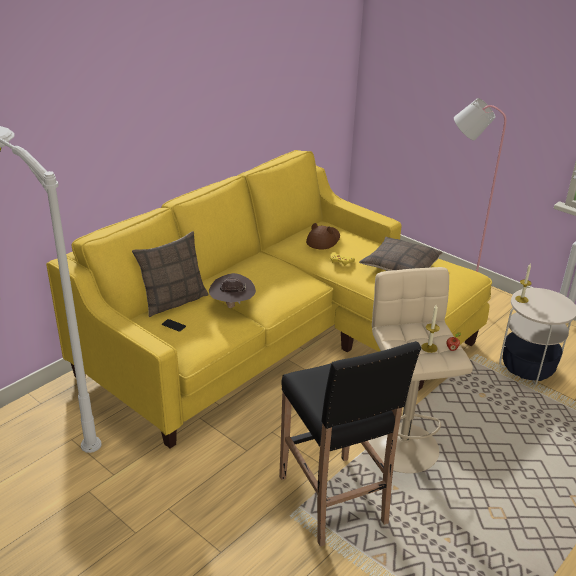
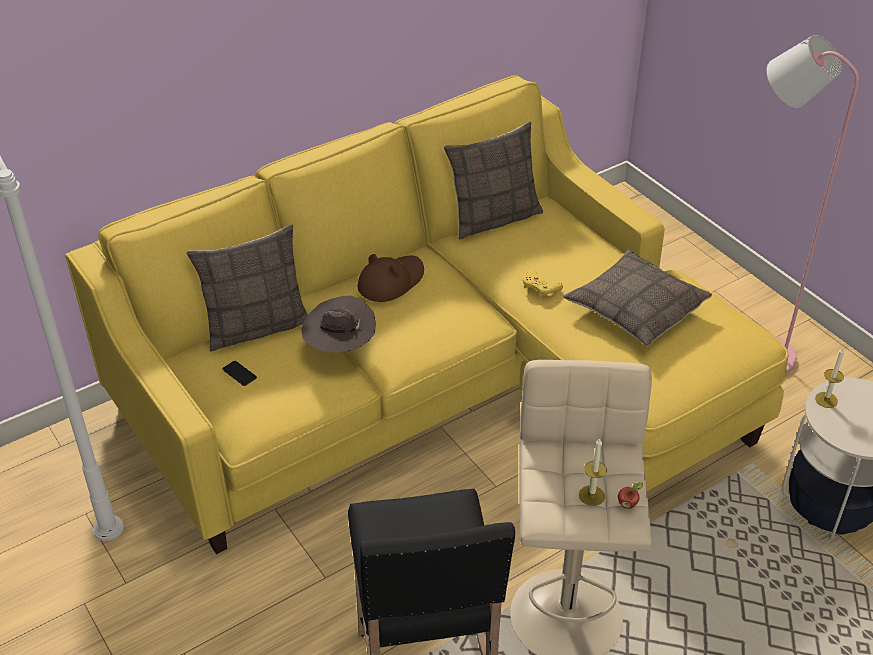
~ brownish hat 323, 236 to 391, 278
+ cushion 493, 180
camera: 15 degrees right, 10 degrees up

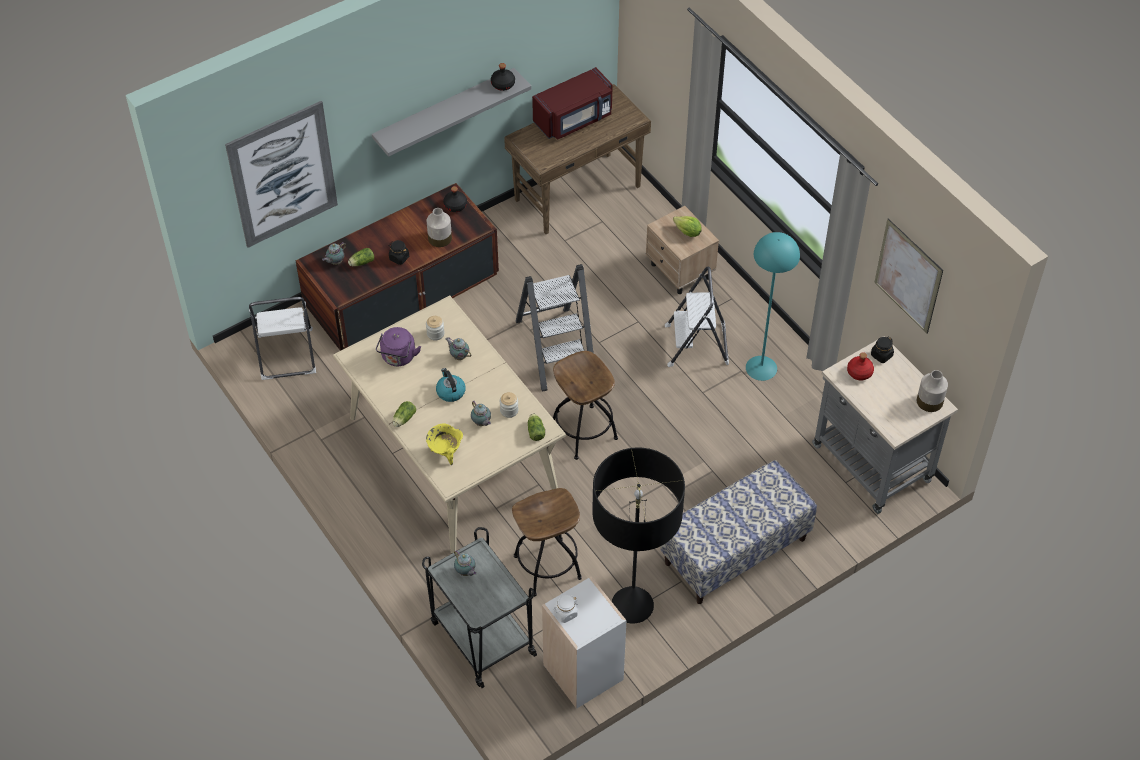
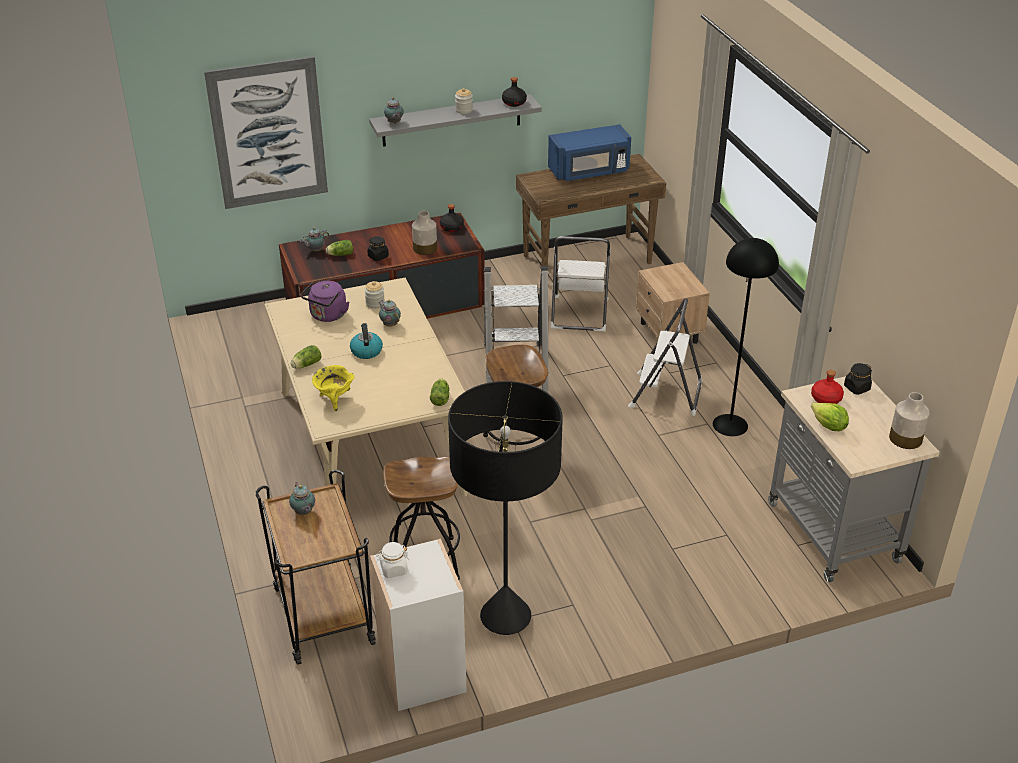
~ white stepladder 282, 338 to 581, 284
~ grey cart 479, 607 to brownish cart 316, 567
~ pot for tea 481, 413 to 394, 110
~ storage jar 509, 405 to 464, 101
~ red-coloured microwave 572, 103 to blue microwave 589, 152
- bench 738, 532
~ lettuce 687, 226 to 830, 416
~ turquoise-coloured standing lamp 773, 306 to blackish standing lamp 746, 337
- wall picture 908, 276
camera: 15 degrees right, 15 degrees down

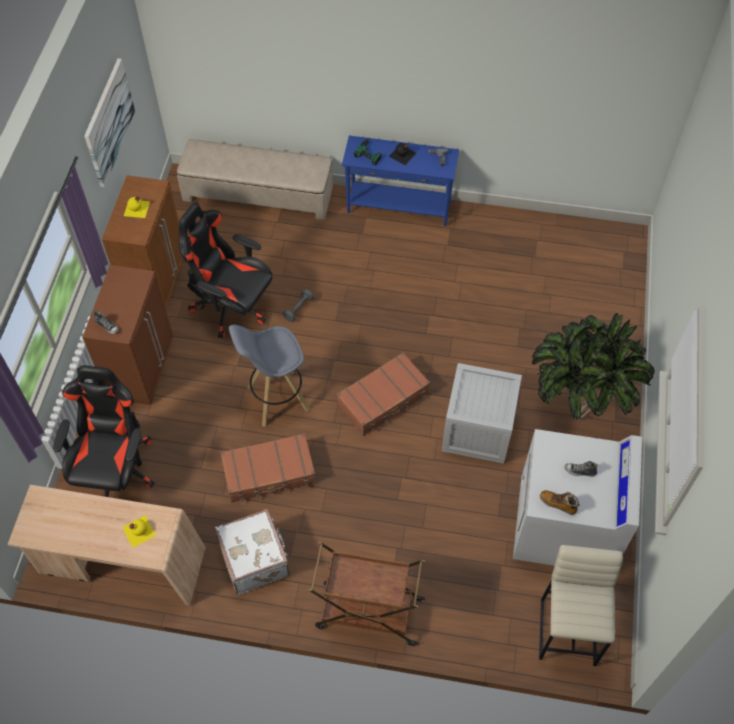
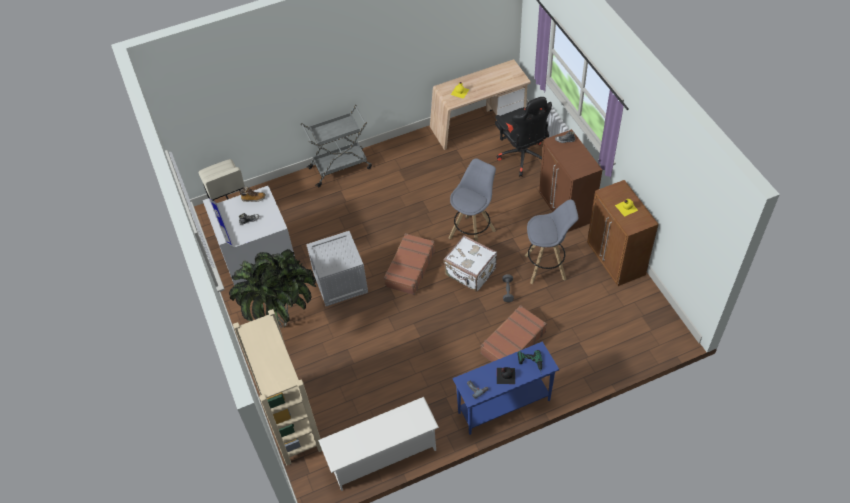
- wall picture 109, 122
- beige-coloured bench 255, 179
~ blackish computer chair 226, 270 to grey stool seat 551, 242
~ white suitcase 252, 552 to 470, 263
~ brownish suitcase 268, 468 to 513, 333
~ brownish cart 366, 594 to grey cart 336, 146
+ beige-coloured shelving unit 277, 387
+ white shoe rack 378, 444
camera: 150 degrees right, 5 degrees down

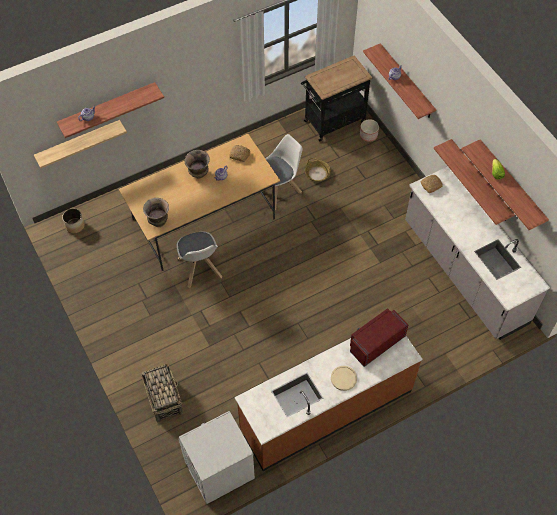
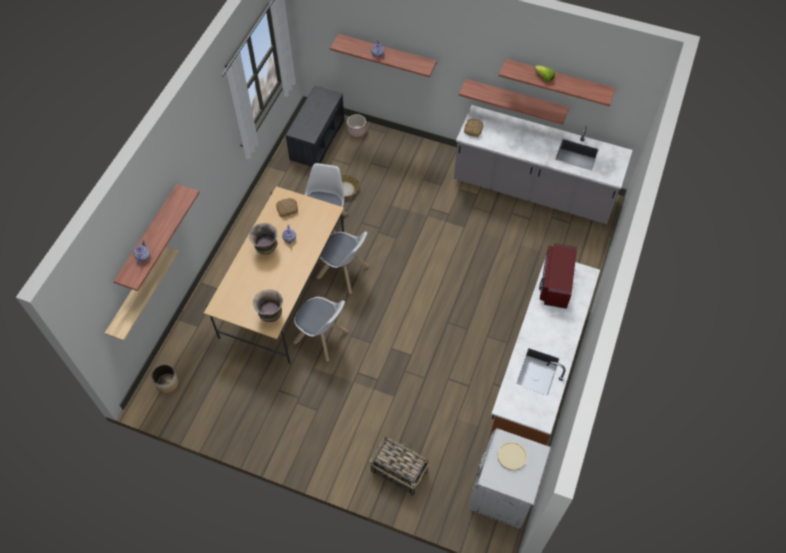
~ blackish cart 336, 98 to grey bench 315, 126
~ beige-coloured dinner plate 344, 378 to 512, 456
+ upright chair 343, 262
camera: 40 degrees left, 0 degrees up

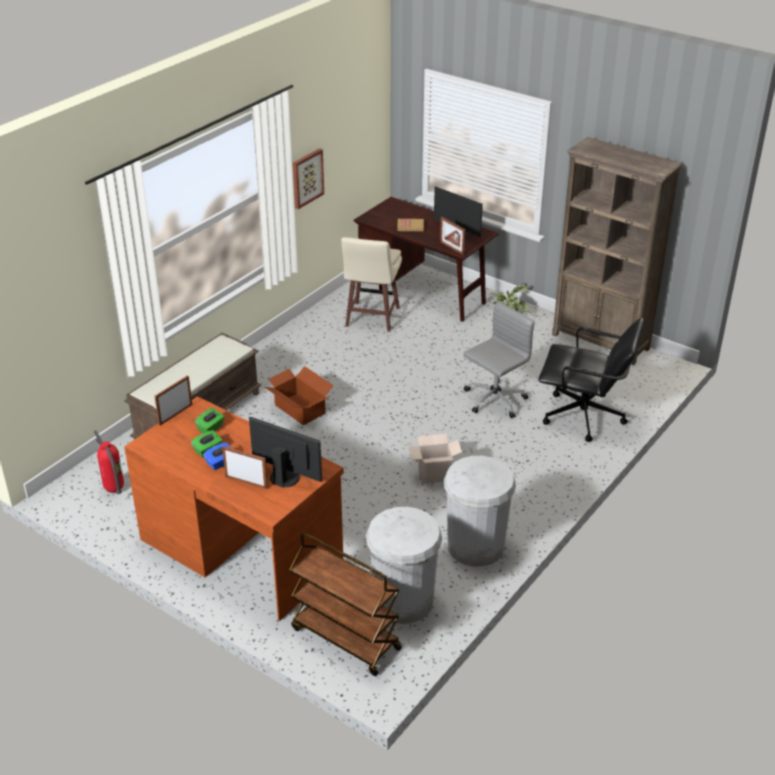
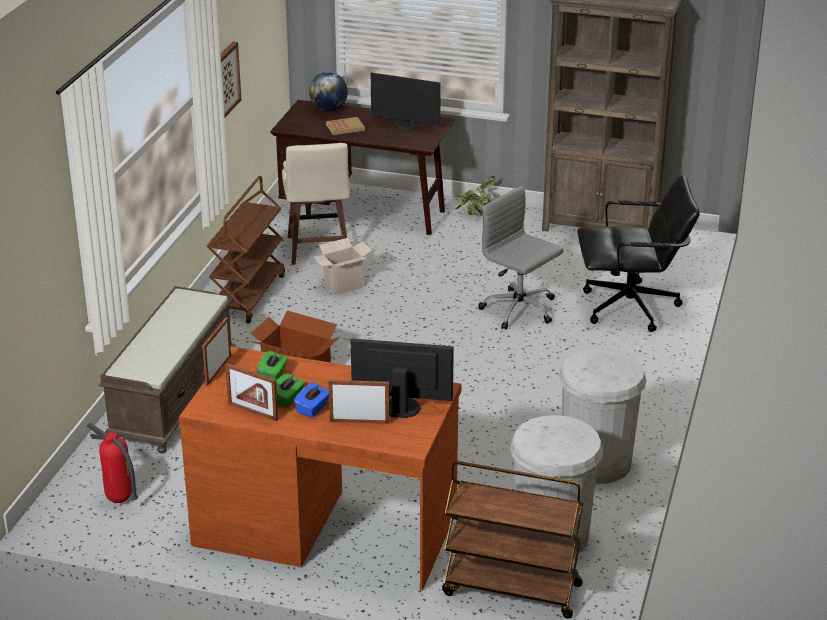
~ cardboard box 435, 459 to 342, 266
~ photo frame 452, 236 to 251, 392
~ grey computer chair 499, 359 = 521, 258 75 degrees counterclockwise
+ brownish cart 246, 249
+ world globe 328, 91
camera: 20 degrees left, 5 degrees down

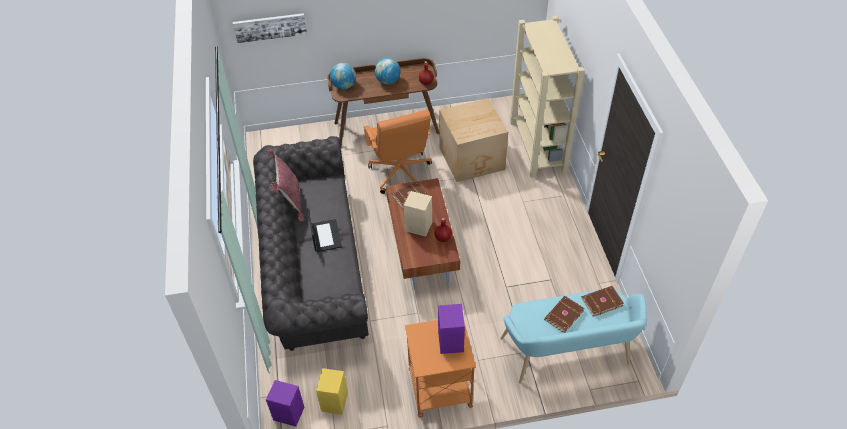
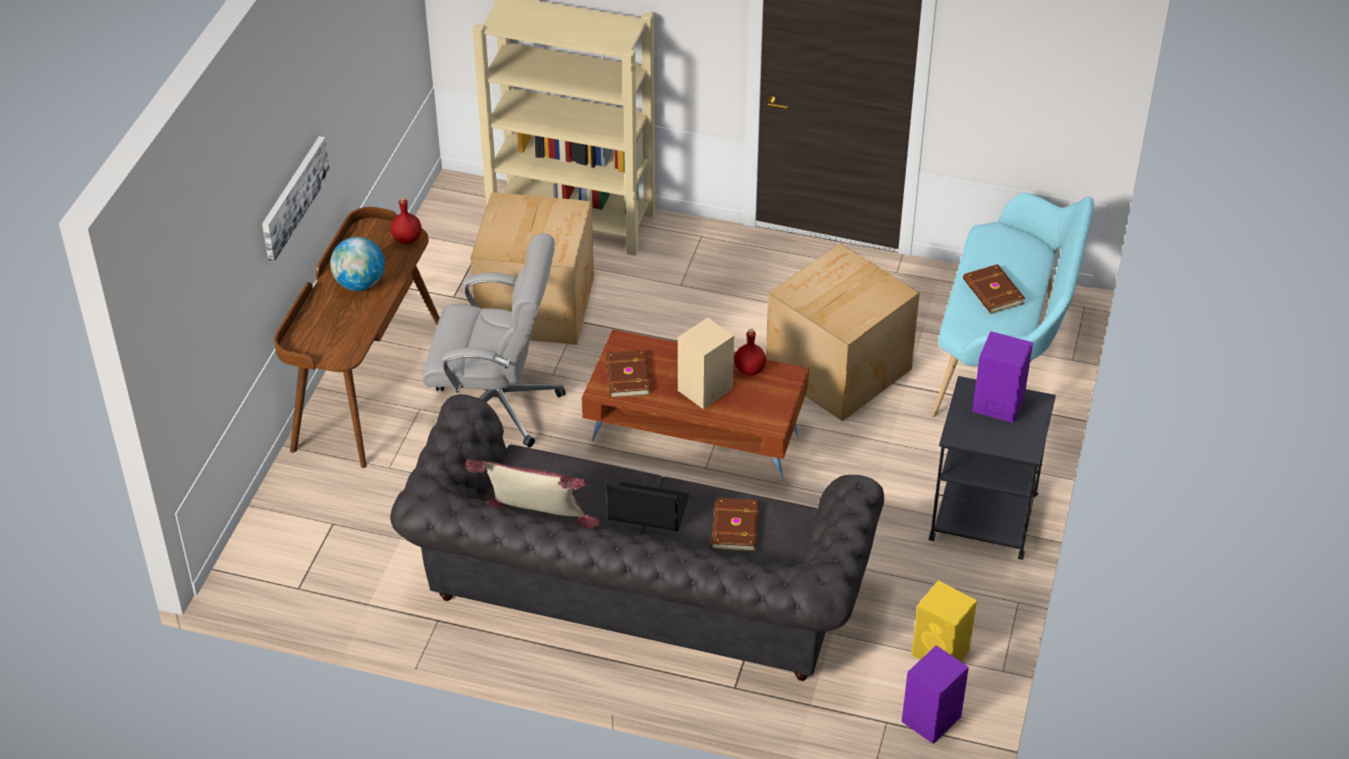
~ wall picture 270, 28 to 296, 199
- world globe 343, 76
~ orange computer chair 398, 152 to grey computer chair 494, 340
~ orange cart 440, 369 to blackish cart 992, 468
~ brownish book 602, 301 to 735, 524
+ cardboard box 843, 332
camera: 65 degrees left, 5 degrees down

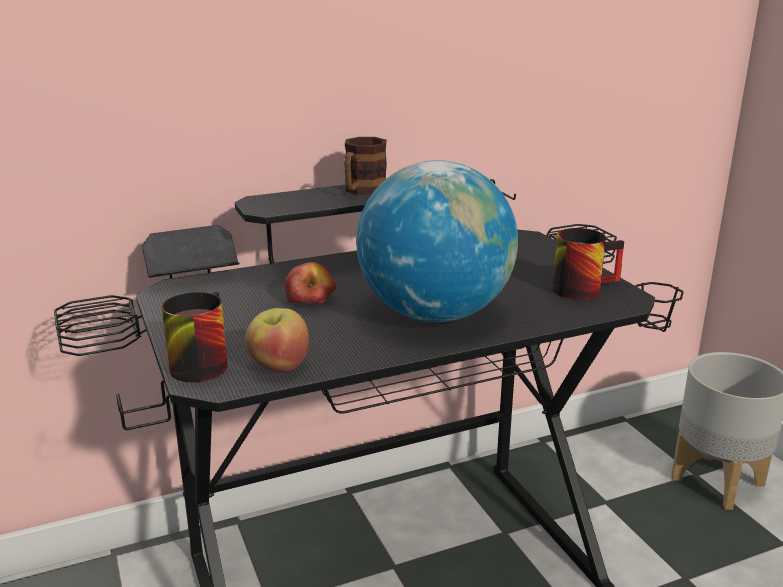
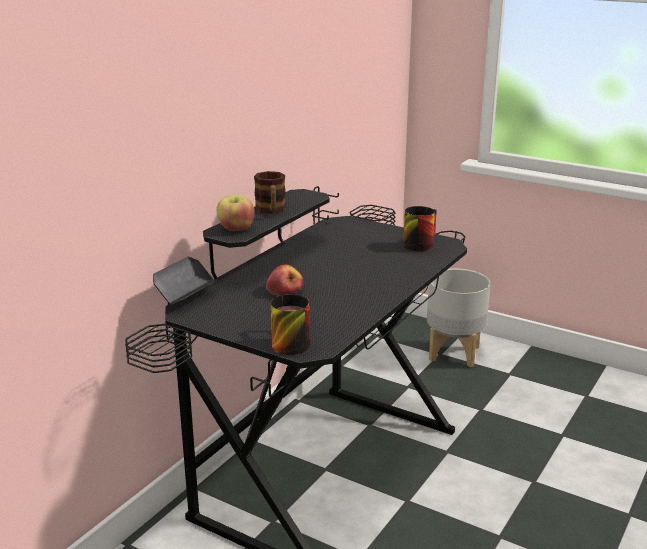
~ apple fruit 277, 340 to 236, 213
- world globe 437, 241
camera: 35 degrees left, 0 degrees up

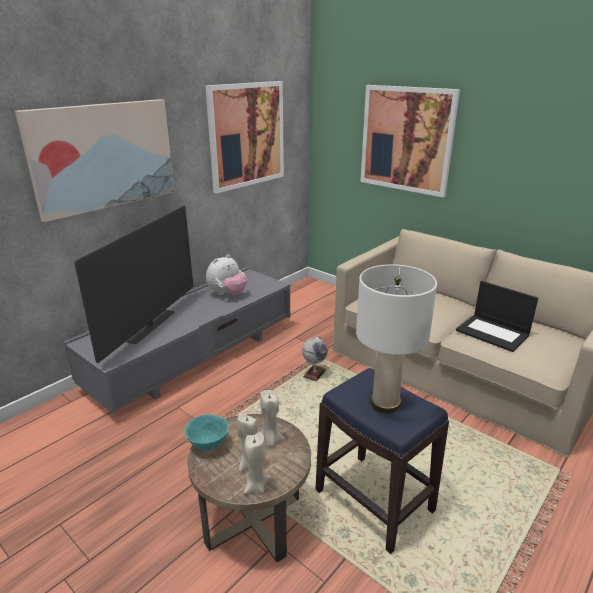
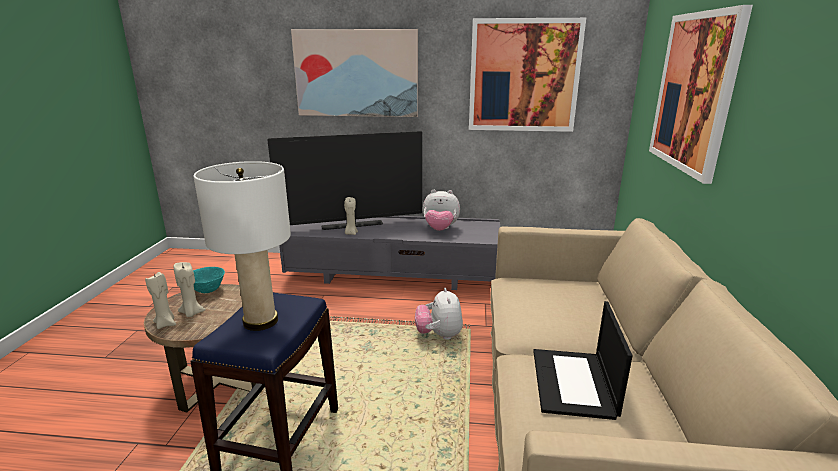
~ beige-coloured wax candle 272, 418 to 351, 216
~ world globe 315, 358 to cuddly toy 439, 314
camera: 55 degrees right, 5 degrees down

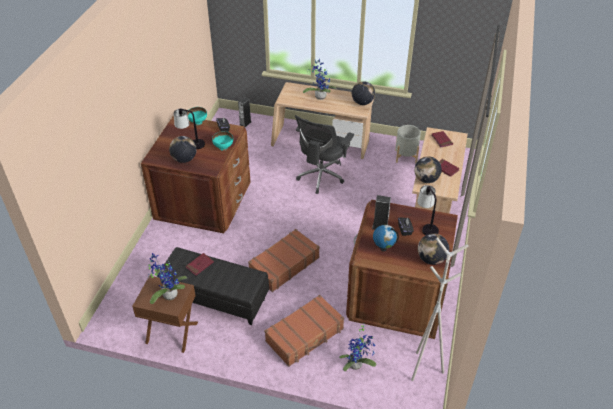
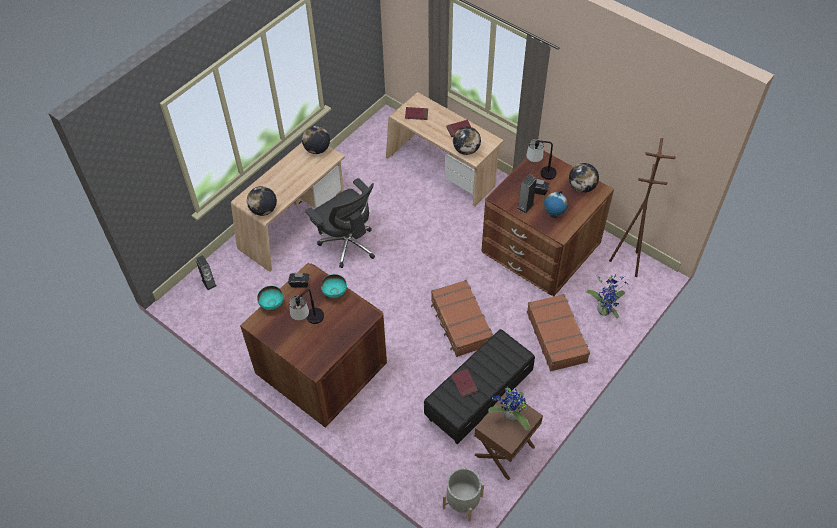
~ world globe 182, 149 to 262, 201
- potted plant 320, 79
~ grey plant pot 408, 144 to 463, 495
~ grey garment stand 440, 309 to brownish garment stand 642, 207
camera: 65 degrees left, 10 degrees up

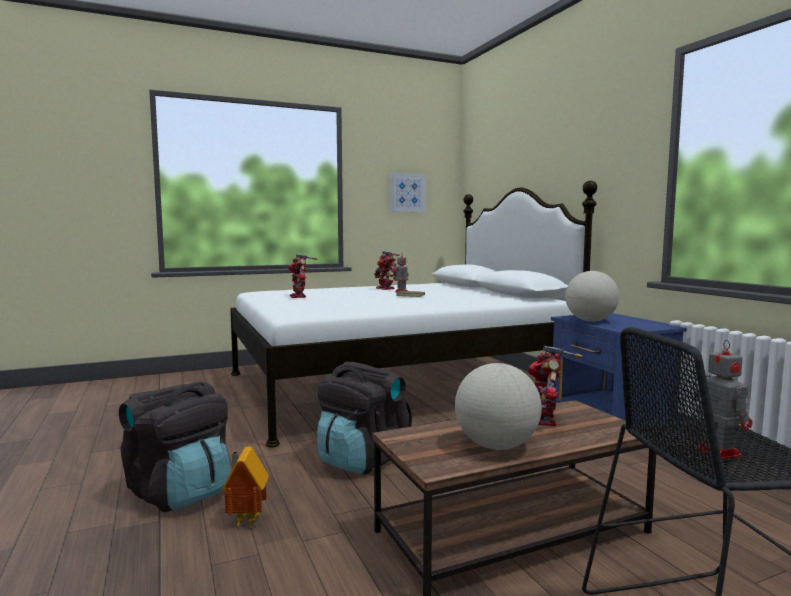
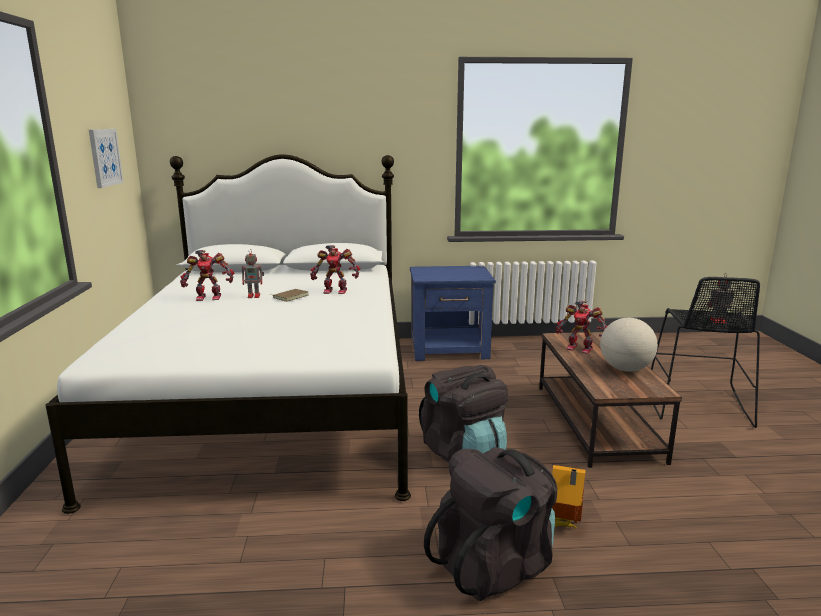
~ robot figure 302, 276 to 335, 269
- world globe 592, 296
camera: 70 degrees left, 10 degrees up

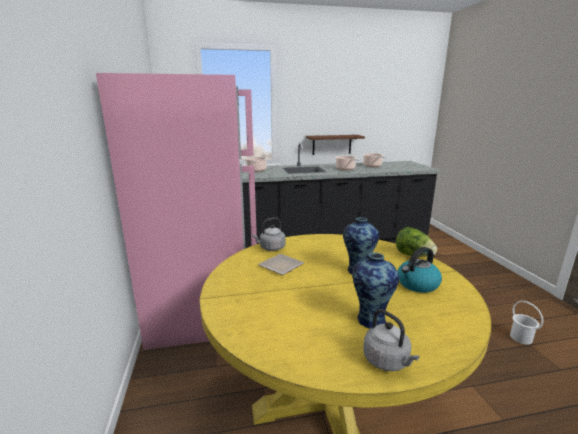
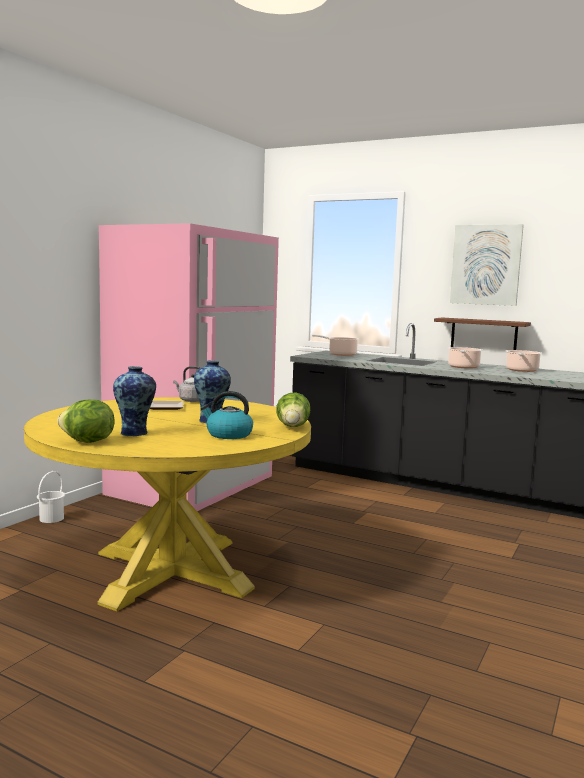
~ grey kettle 391, 340 to lettuce 86, 421
~ white pail 526, 323 to 51, 497
+ wall picture 487, 265
camera: 40 degrees right, 10 degrees down

